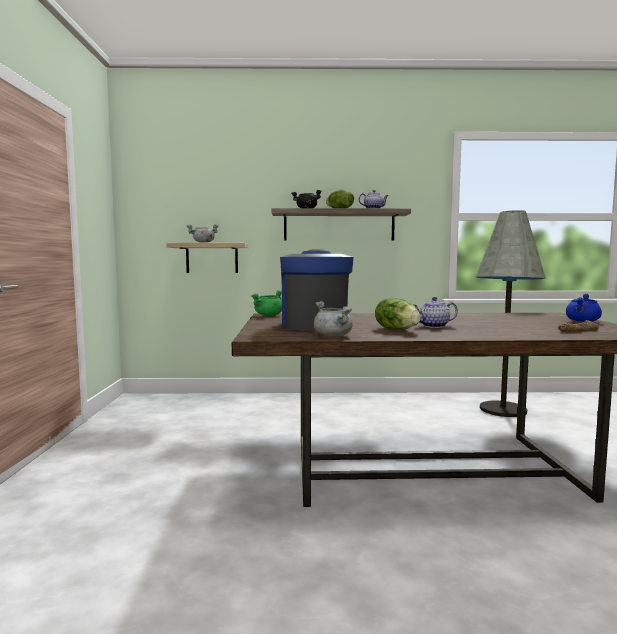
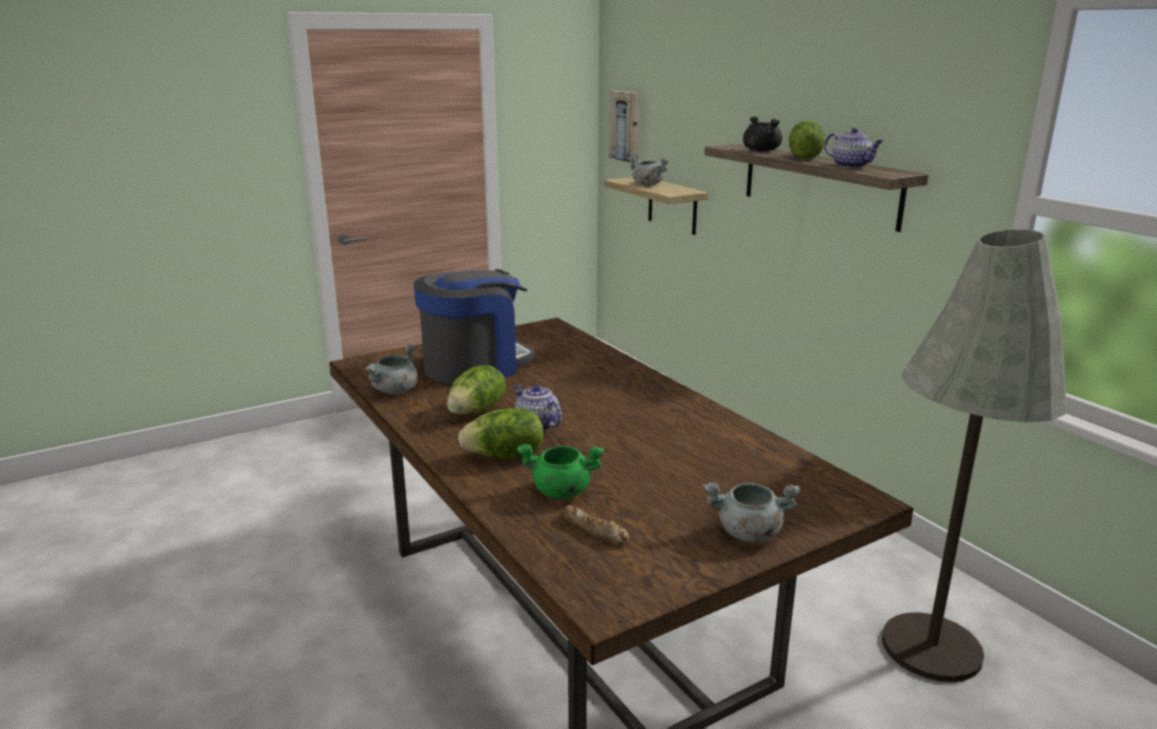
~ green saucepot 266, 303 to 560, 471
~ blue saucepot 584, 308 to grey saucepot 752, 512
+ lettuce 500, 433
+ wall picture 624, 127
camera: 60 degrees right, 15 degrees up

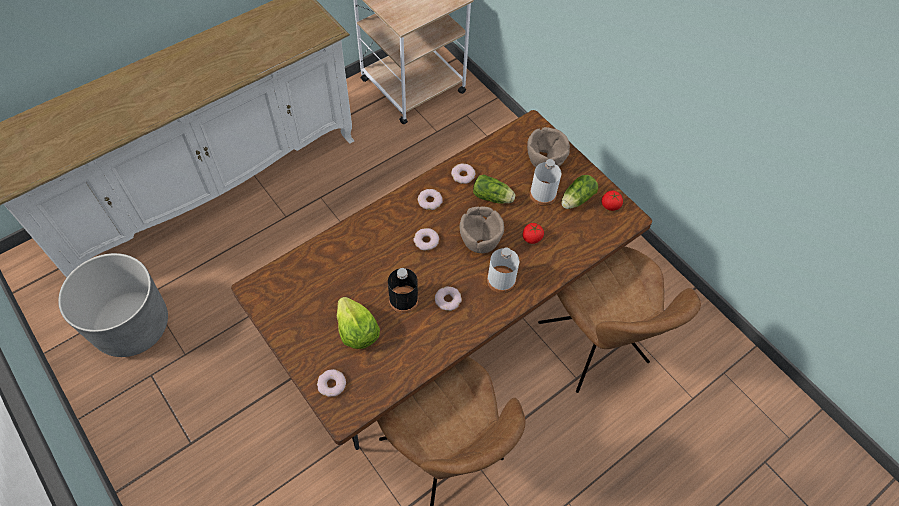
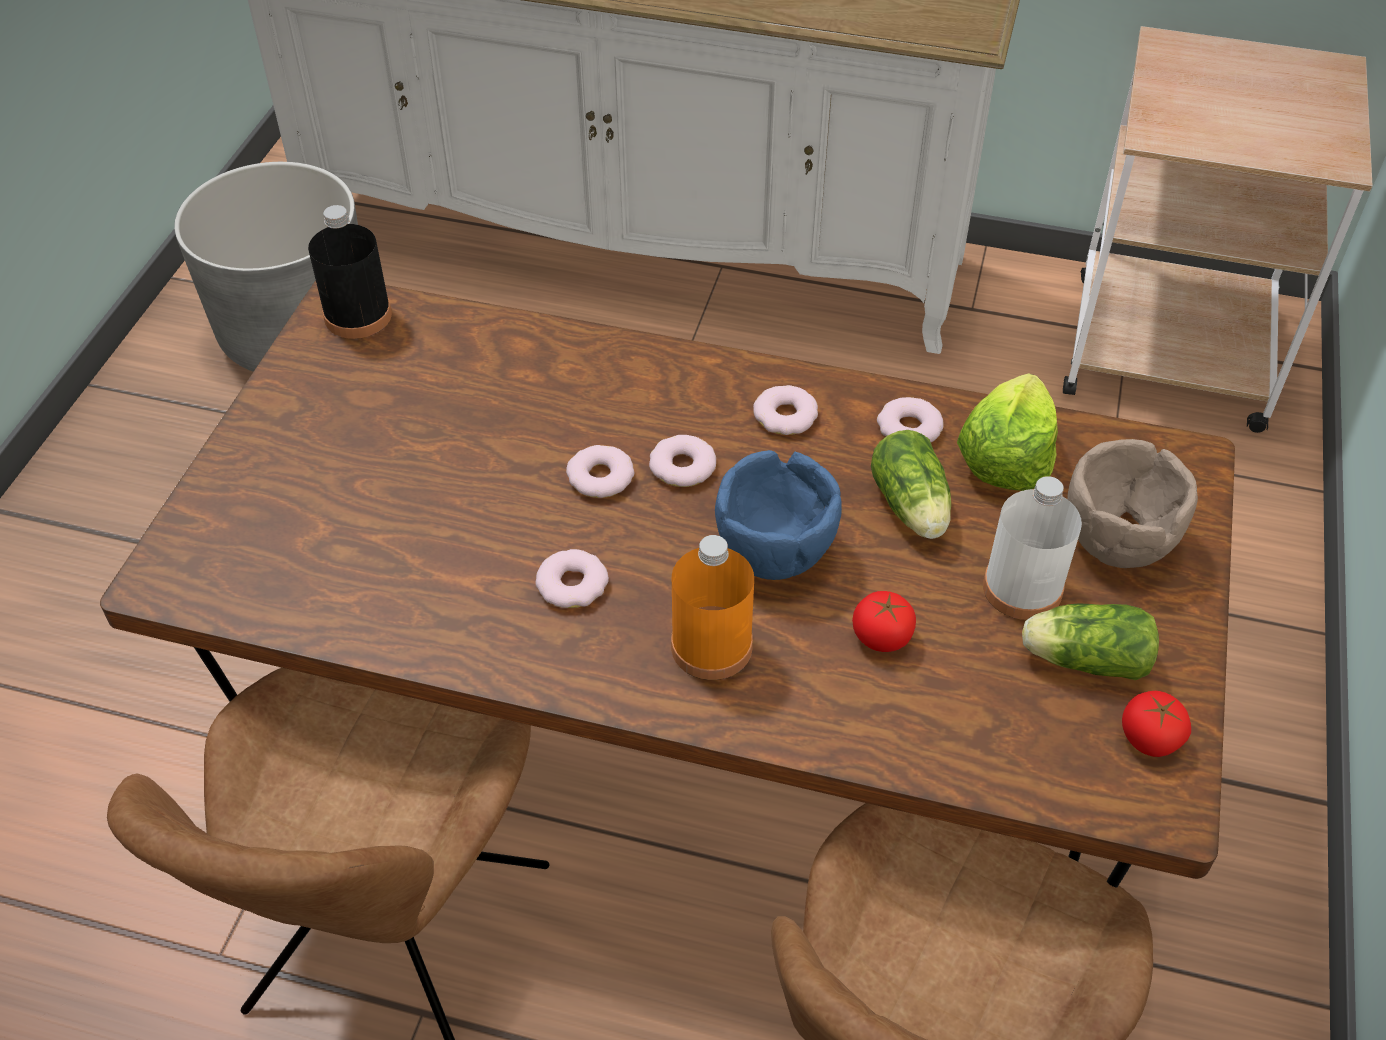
~ doughnut 331, 383 to 600, 471
~ lettuce 358, 323 to 1007, 432
~ blackish drink bottle 403, 290 to 350, 272
~ brownish bowl 482, 229 to blue bowl 778, 515
~ white drink bottle 503, 270 to orange drink bottle 712, 607
camera: 55 degrees right, 10 degrees down

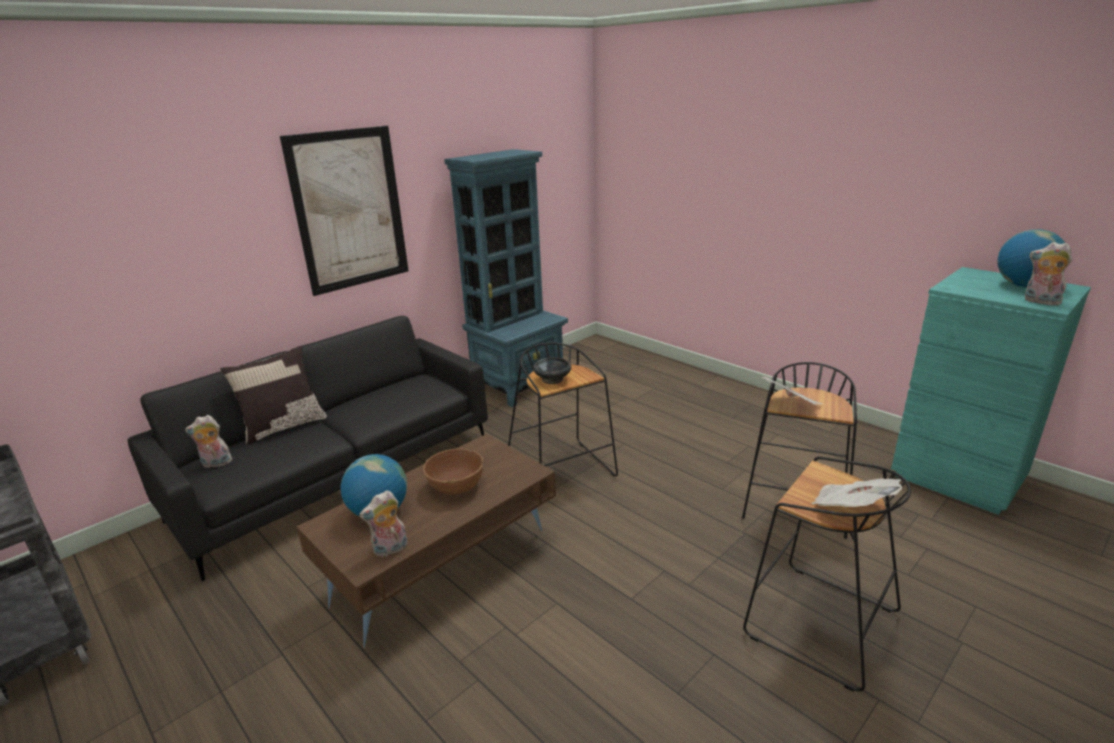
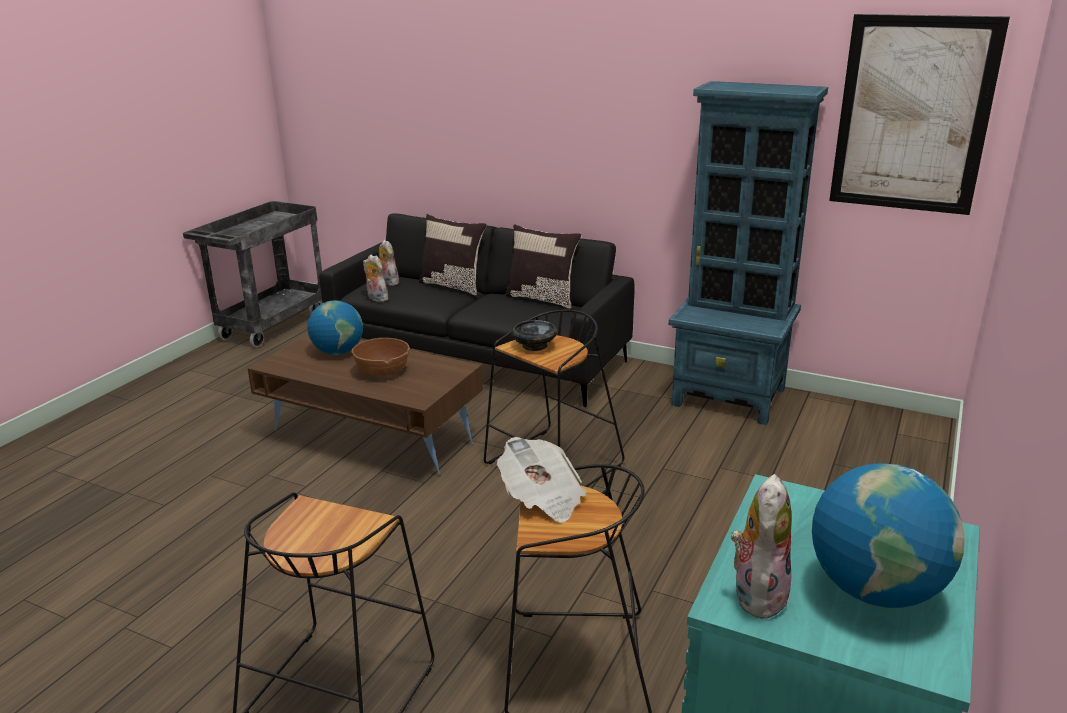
~ wall picture 344, 211 to 919, 114
~ cuddly toy 383, 523 to 375, 278
- daily paper 856, 492
+ cushion 543, 266
camera: 70 degrees right, 0 degrees up

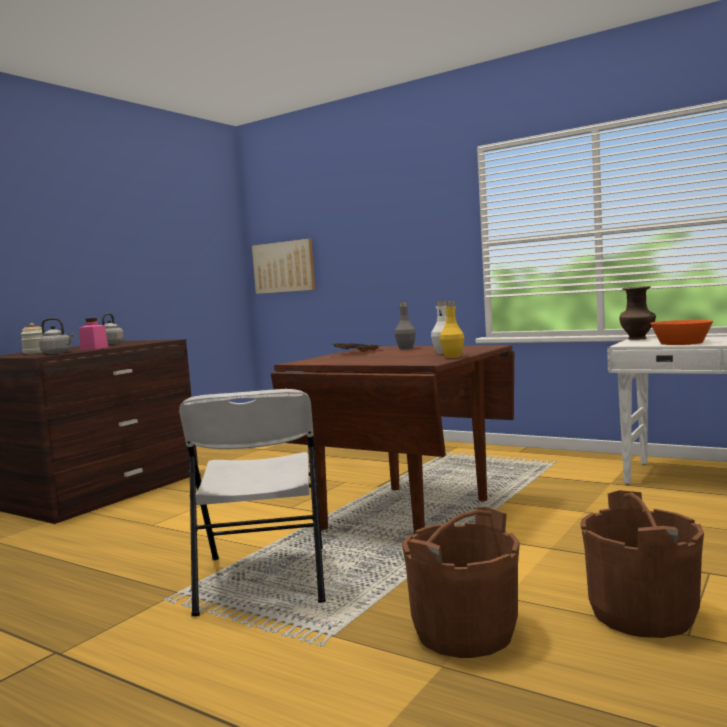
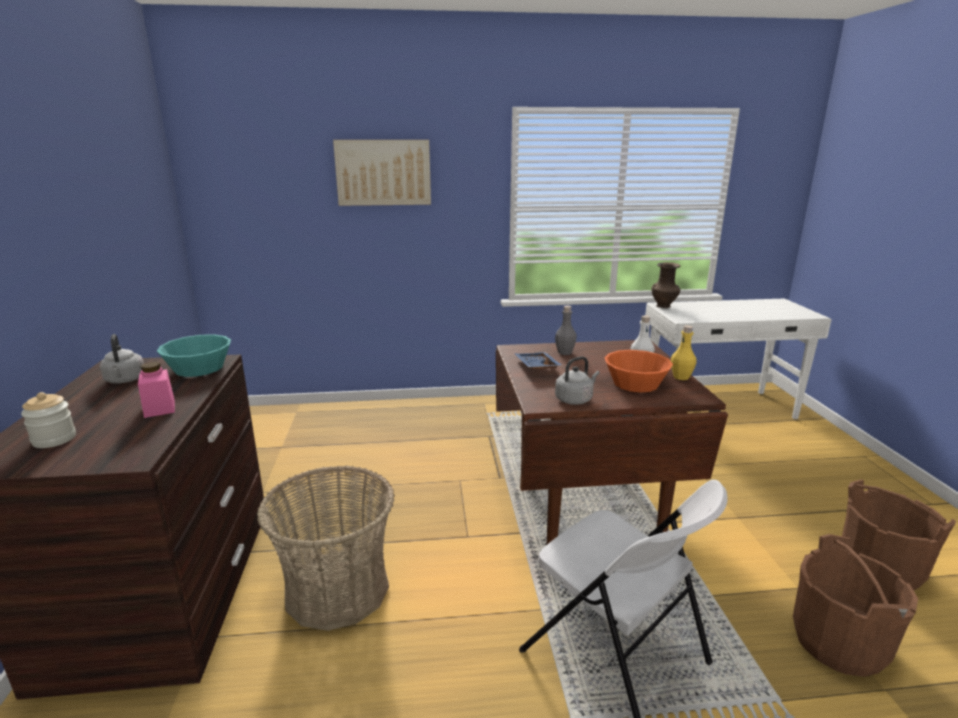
~ grey kettle 57, 336 to 577, 380
~ wall picture 283, 266 to 382, 173
~ orange bowl 681, 332 to 639, 371
+ turquoise-coloured bowl 194, 355
+ storage basket 326, 548
camera: 40 degrees left, 15 degrees up

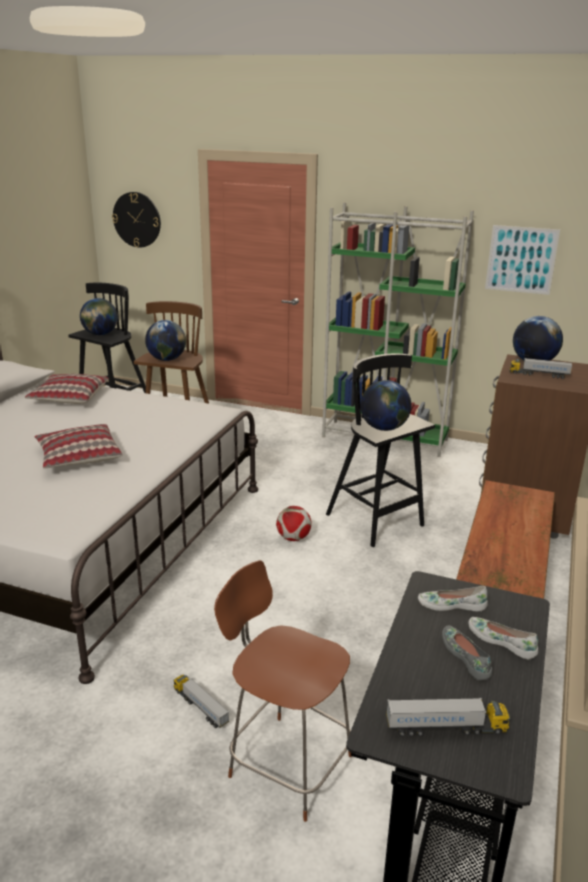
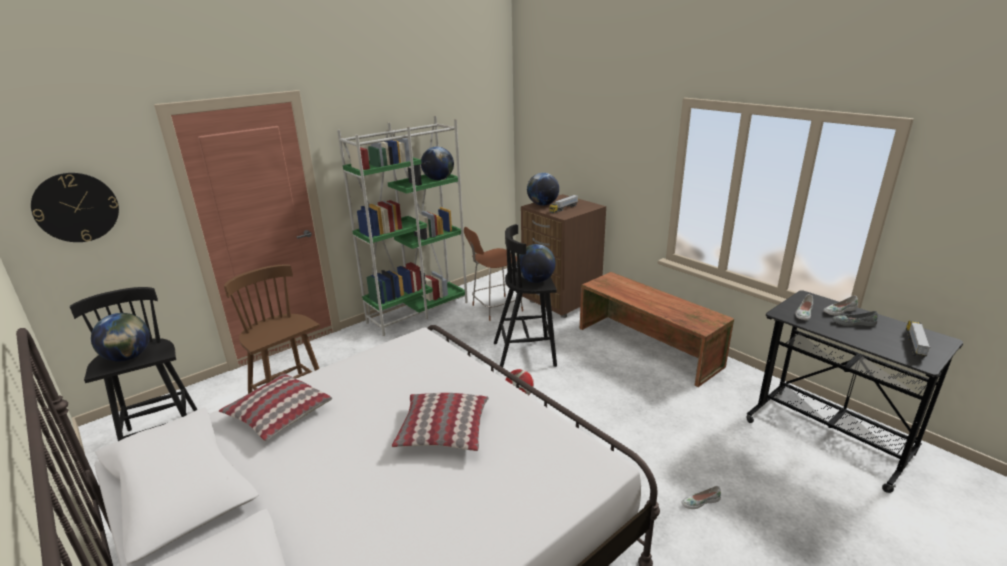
~ world globe 165, 340 to 437, 163
~ toy lorry 201, 701 to white item of footwear 701, 497
~ brownish upright chair 283, 691 to 493, 274
- wall picture 522, 260
camera: 60 degrees left, 0 degrees up

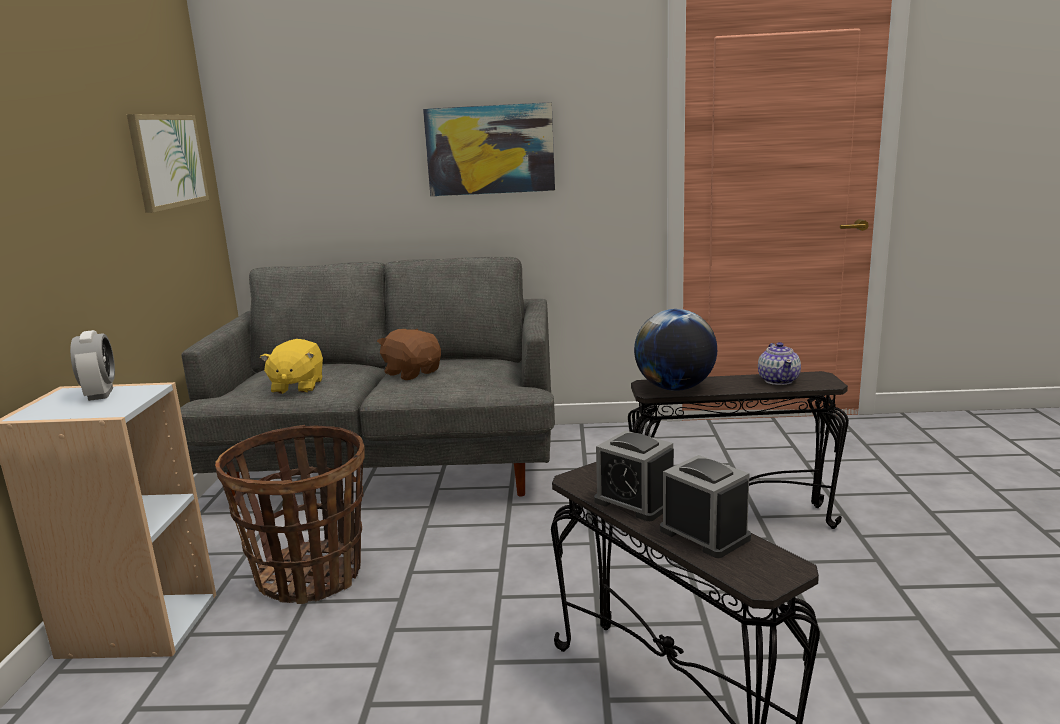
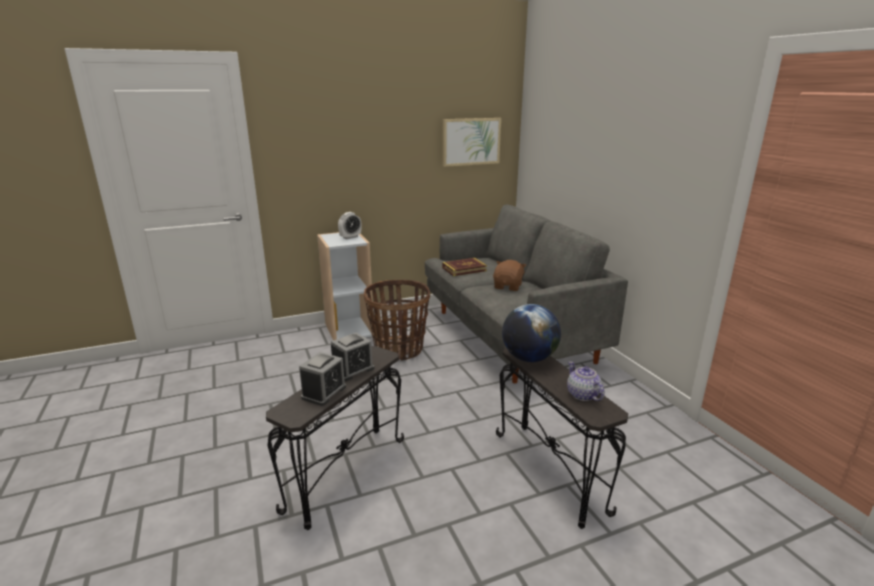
~ yellowish cuddly toy 291, 366 to book 464, 267
- wall picture 489, 149
~ table clock 634, 475 = 352, 357 150 degrees counterclockwise
~ pot for tea 779, 363 = 585, 381 90 degrees clockwise
camera: 65 degrees right, 5 degrees up

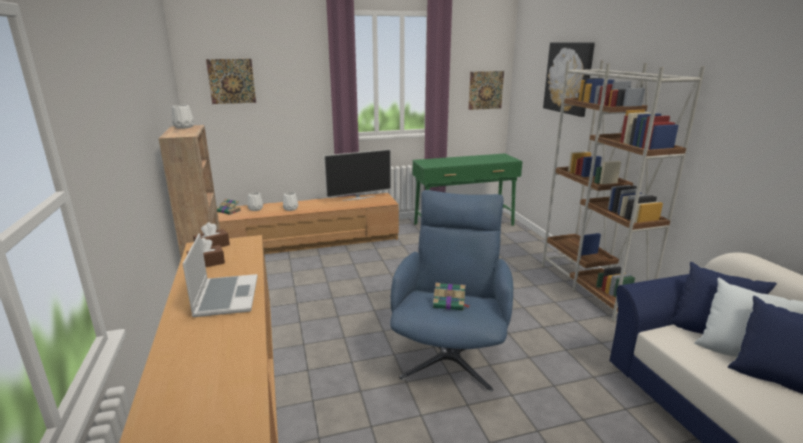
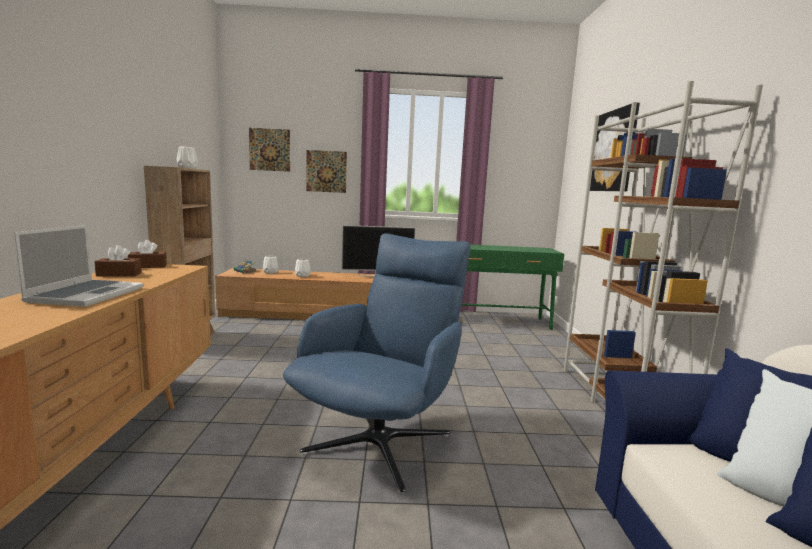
- book 451, 297
~ wall picture 486, 90 to 326, 171
camera: 15 degrees right, 10 degrees down

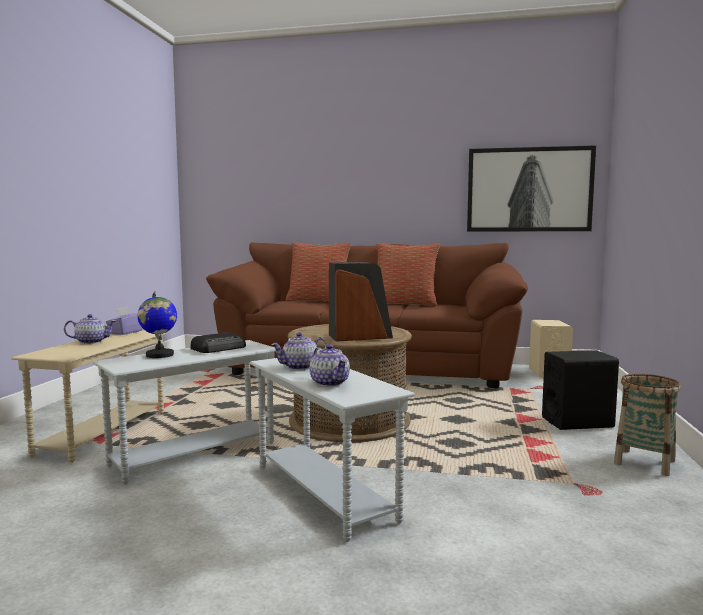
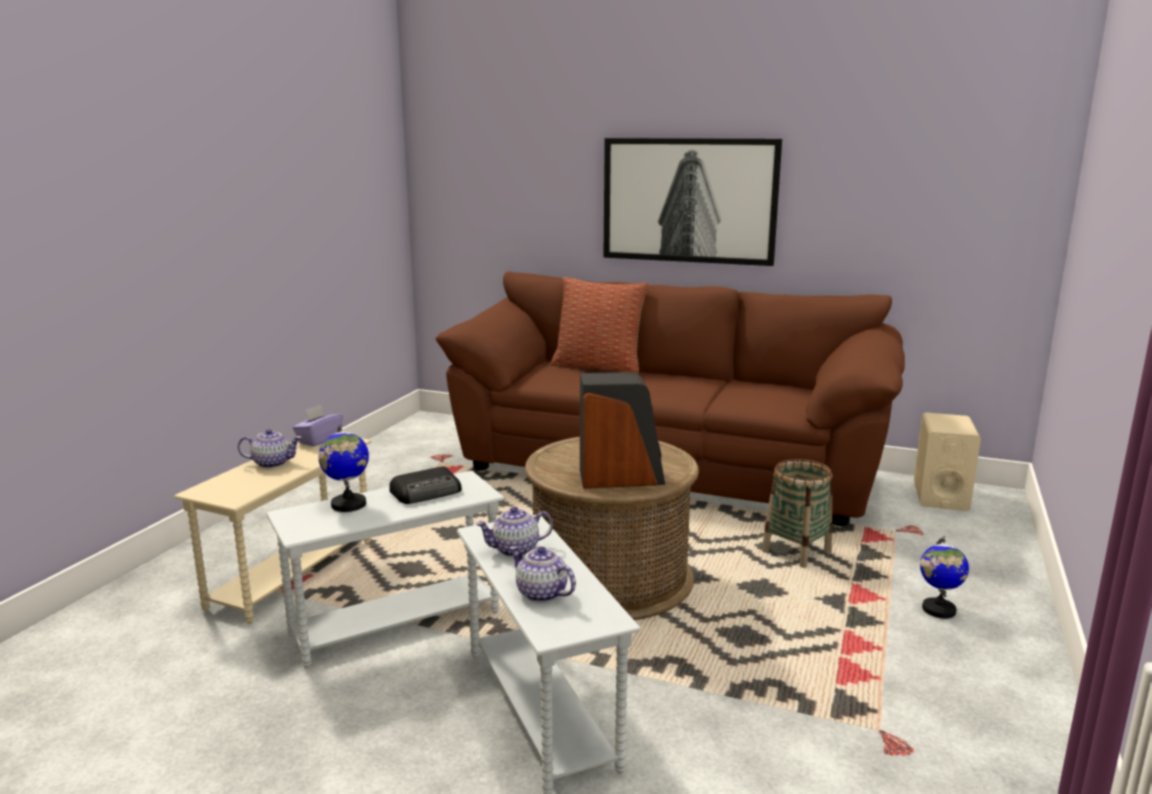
~ pot for tea 329, 365 = 543, 574 150 degrees clockwise
- cushion 408, 274
~ wall picture 531, 188 to 692, 202
~ blackish speaker 580, 390 to world globe 944, 577
~ storage basket 647, 425 to 797, 513
camera: 10 degrees right, 10 degrees up

